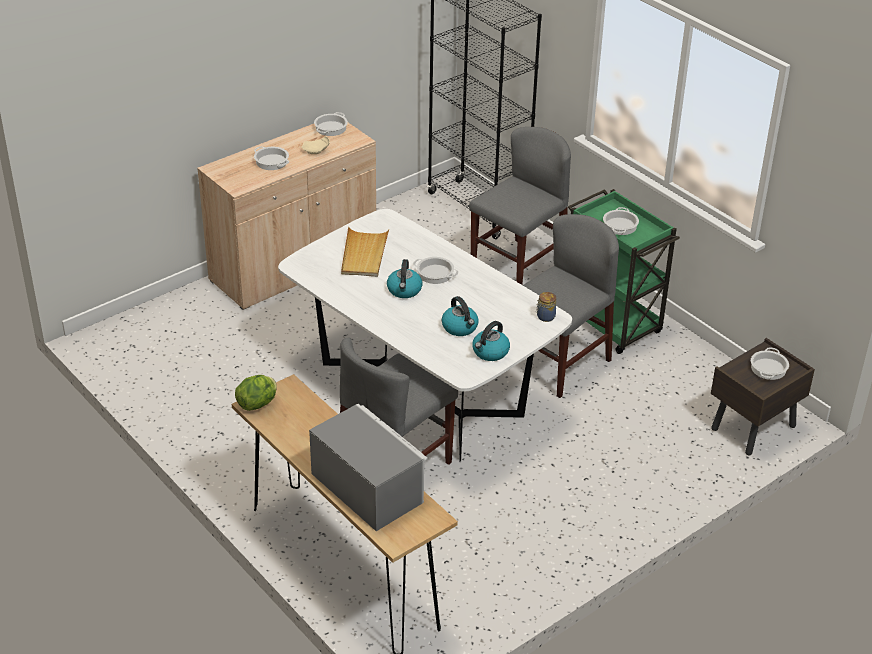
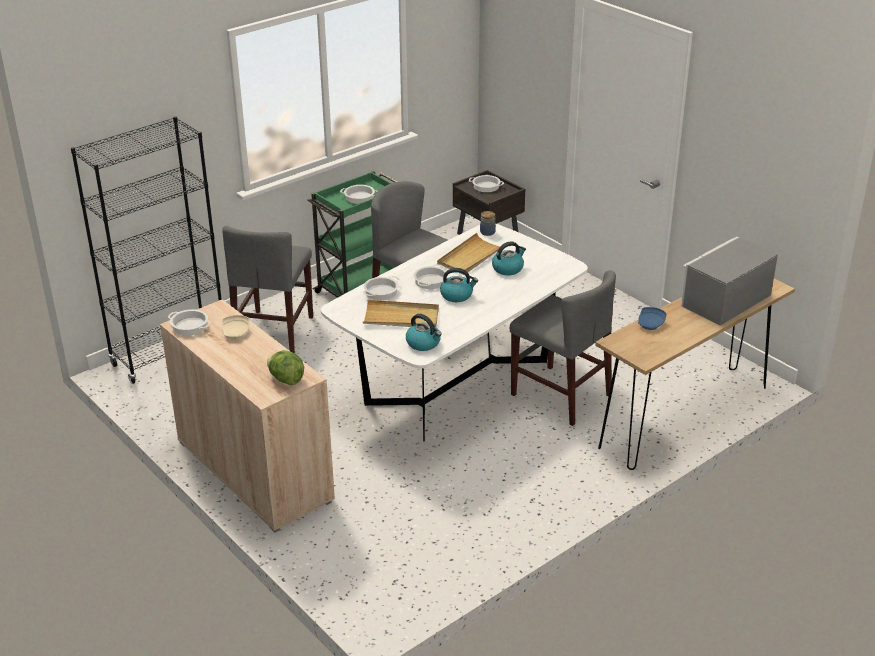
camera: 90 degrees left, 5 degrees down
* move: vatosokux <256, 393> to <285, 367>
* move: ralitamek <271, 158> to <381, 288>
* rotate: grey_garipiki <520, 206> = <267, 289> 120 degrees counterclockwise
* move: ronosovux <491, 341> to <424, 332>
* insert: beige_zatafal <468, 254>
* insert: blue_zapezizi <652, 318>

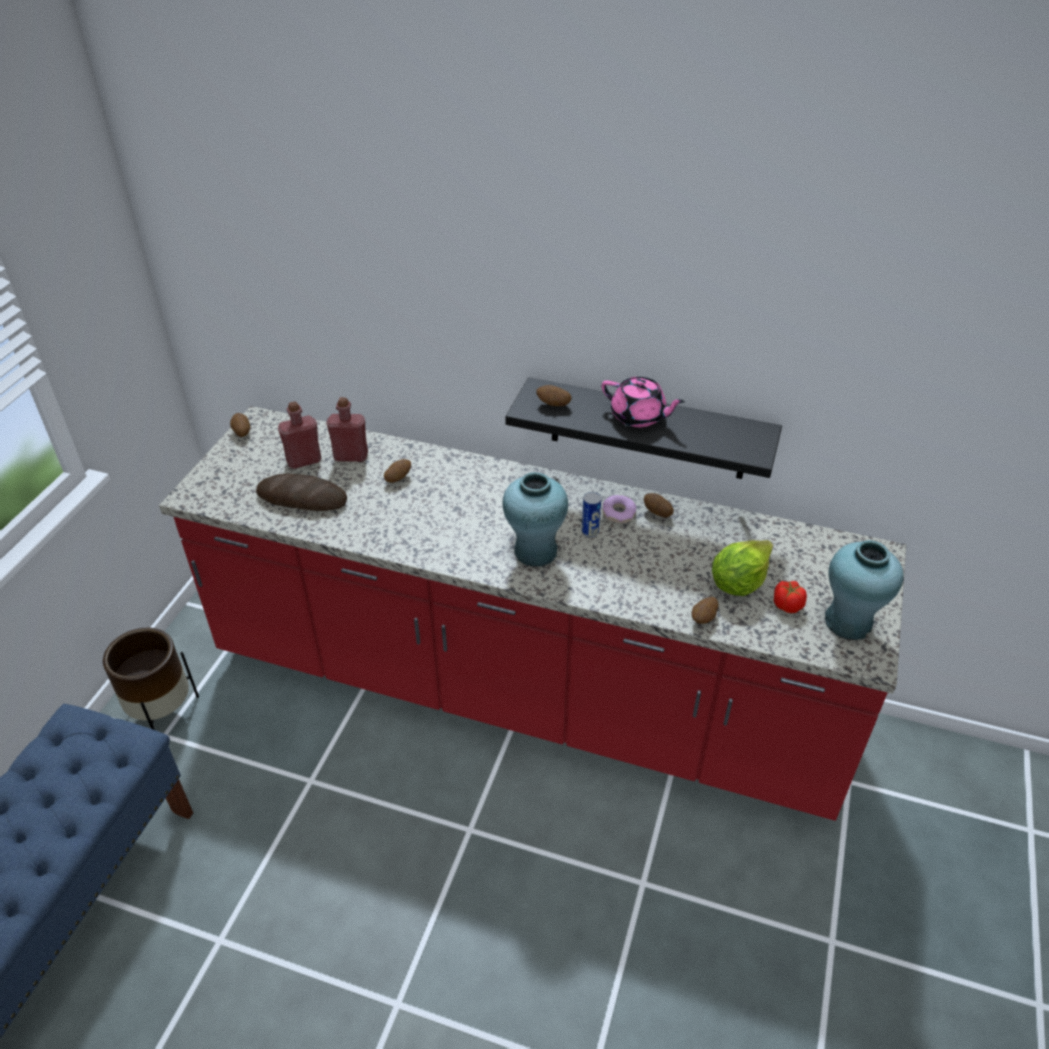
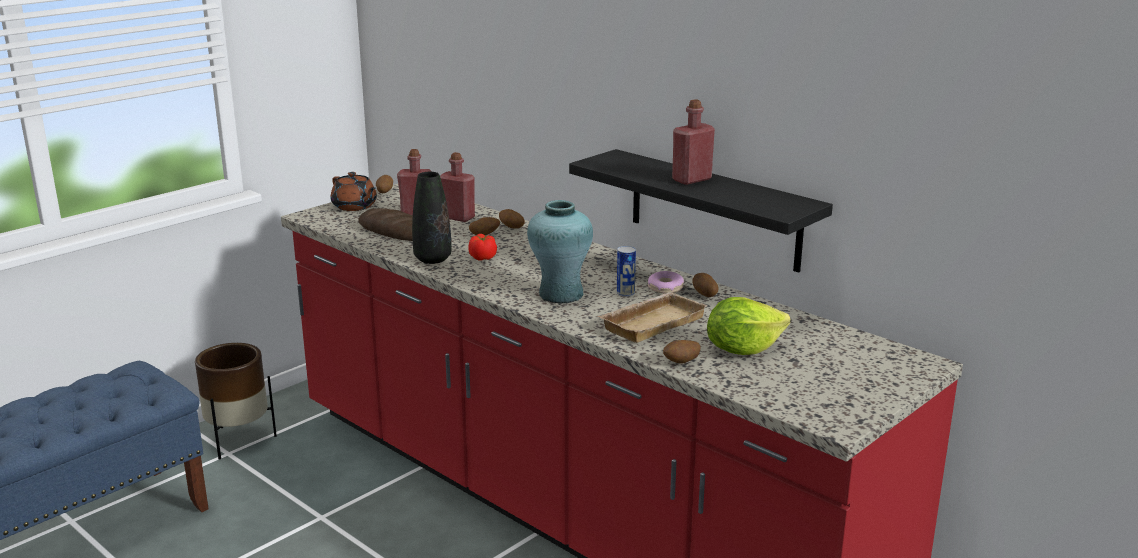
camera: 25 degrees right, 20 degrees down
* move: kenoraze <554, 395> to <512, 219>
* replace: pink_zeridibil <643, 402> to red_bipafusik <693, 142>
* move: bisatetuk <790, 597> to <482, 247>
* delete: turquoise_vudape <864, 590>
* insert: brown_zeridibil <354, 191>
* insert: black_vudape <432, 218>
* insert: beige_zatafal <652, 317>

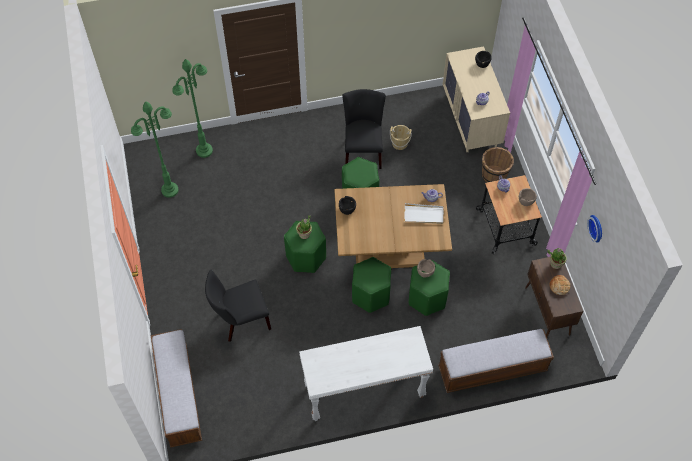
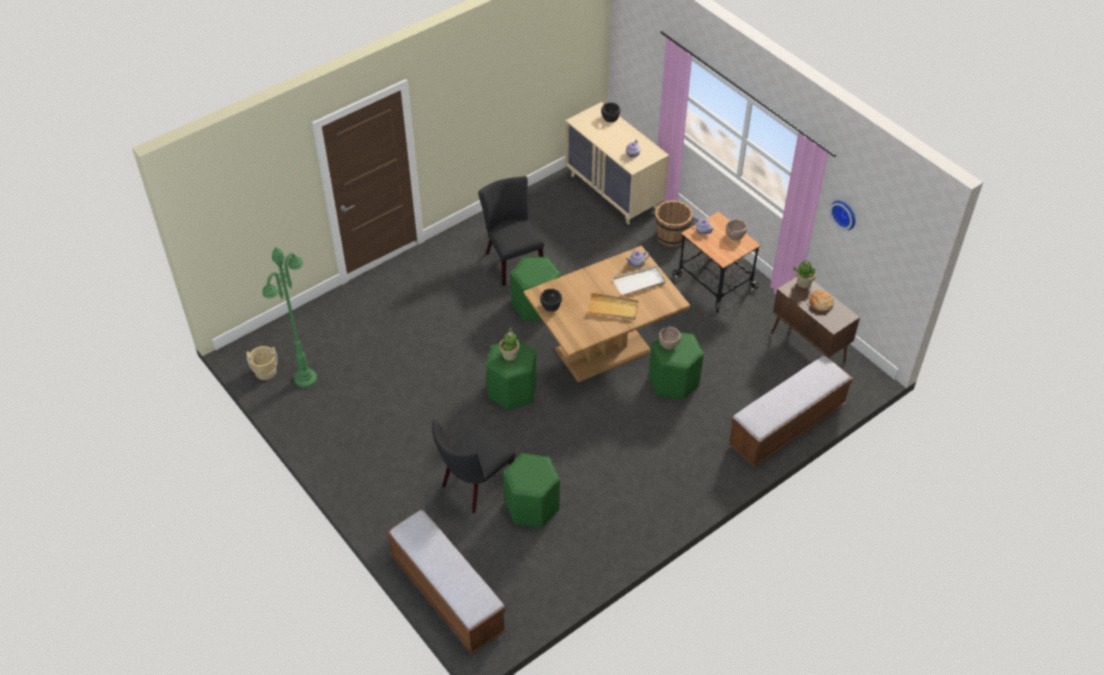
camera: 25 degrees left, 10 degrees down
* delete: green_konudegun <192, 108>
* delete: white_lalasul <366, 373>
* move: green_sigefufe <371, 285> to <531, 490>
* move: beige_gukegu <401, 137> to <262, 363>
* insert: beige_zatafal <613, 306>

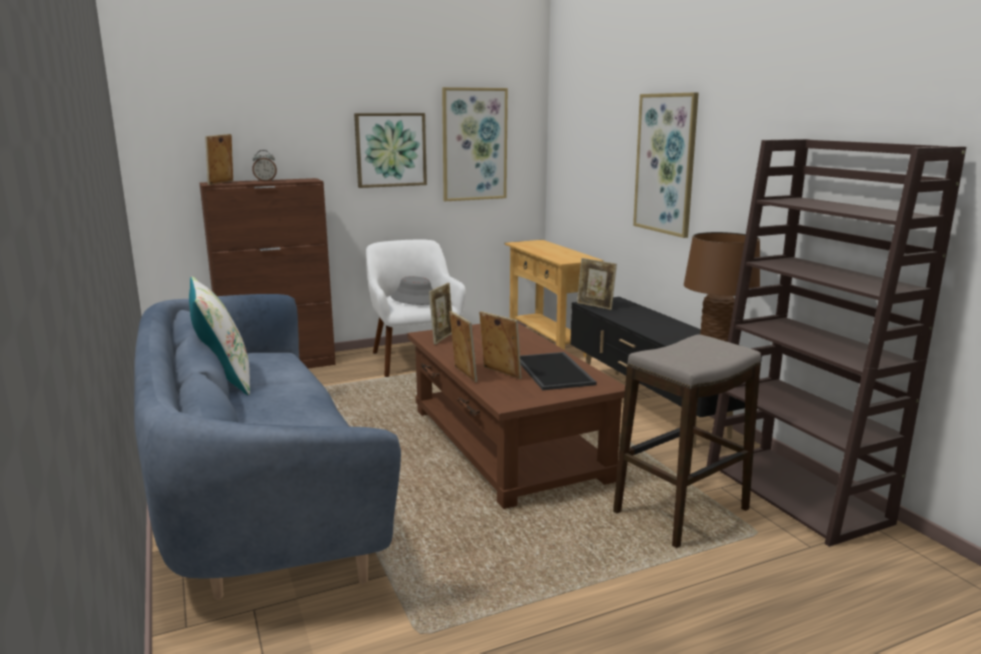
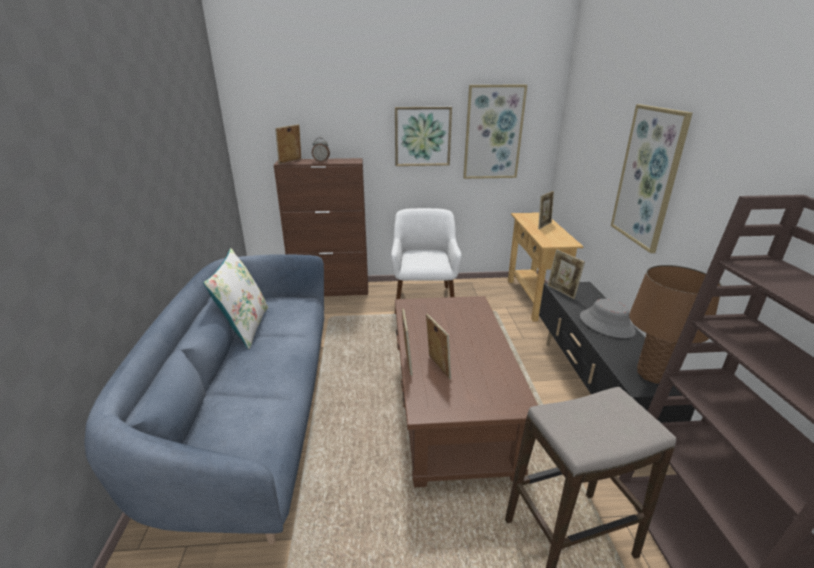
camera: 20 degrees right, 10 degrees up
* move: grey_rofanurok <412, 290> to <608, 318>
* move: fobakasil <440, 314> to <546, 210>
* delete: zatafal <558, 371>

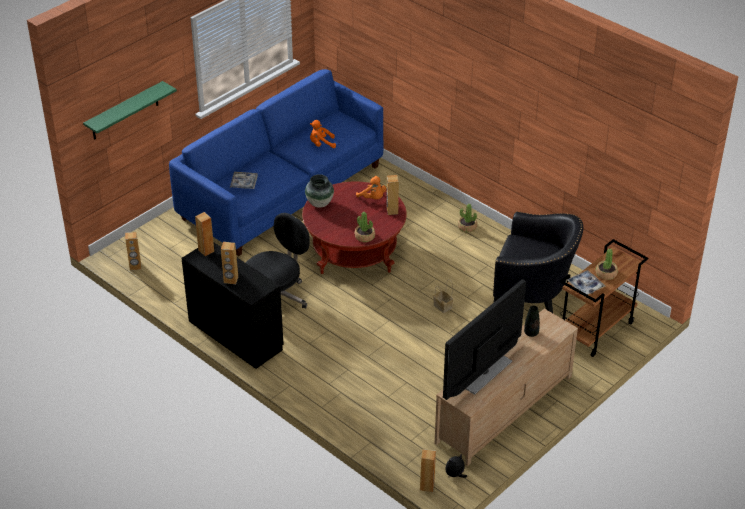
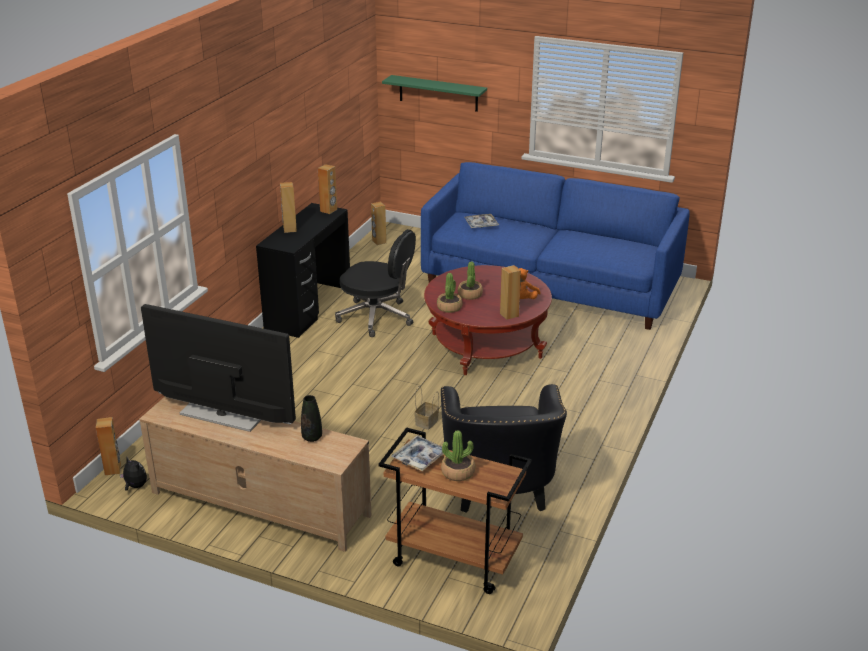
camera: 70 degrees right, 10 degrees down
* delete: vudape <319, 191>
* delete: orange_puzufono <323, 134>
* move: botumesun <467, 218> to <470, 280>

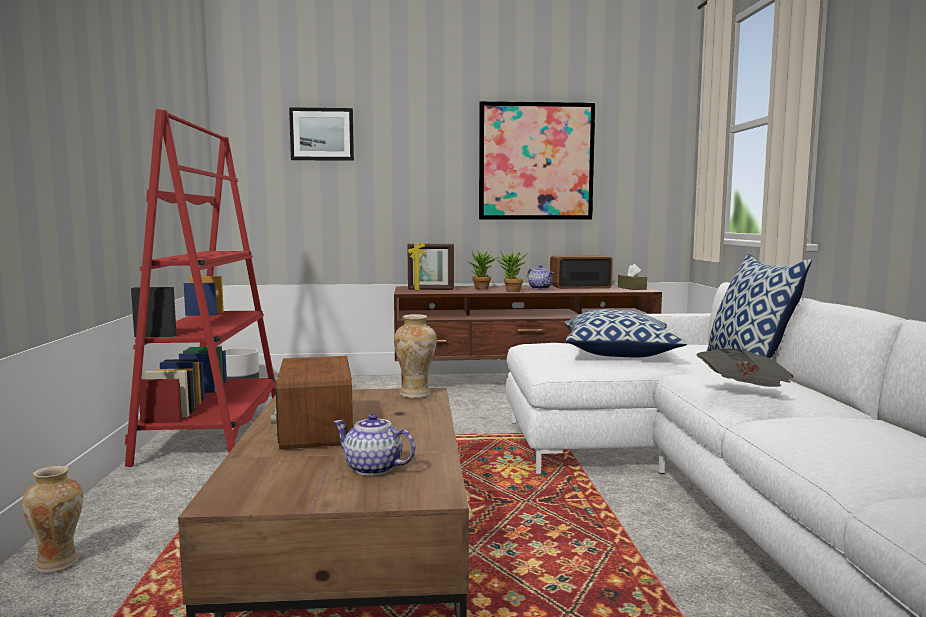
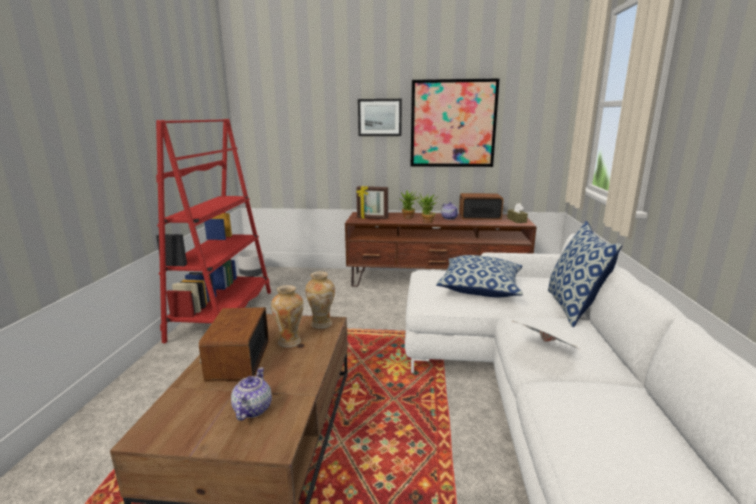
camera: 10 degrees right, 10 degrees up
* move: vudape <52, 519> to <287, 316>
* move: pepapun <321, 134> to <380, 117>
* rotate: zeridibil <374, 444> = <251, 394> 60 degrees clockwise

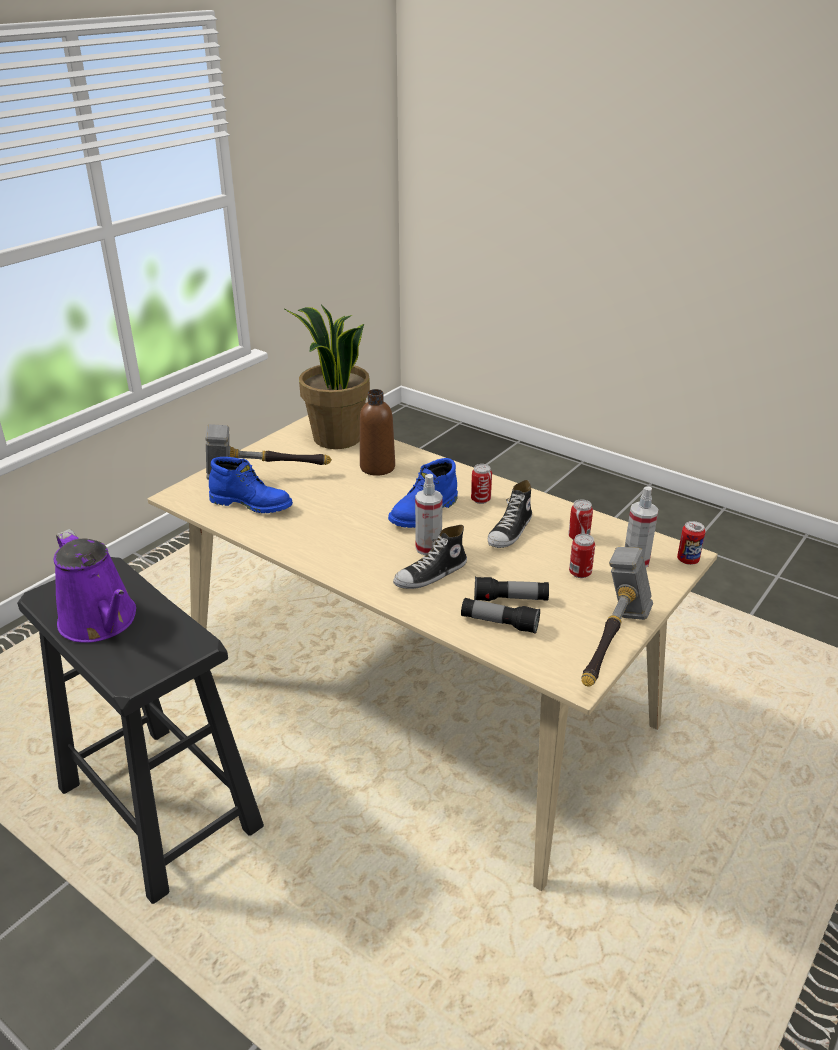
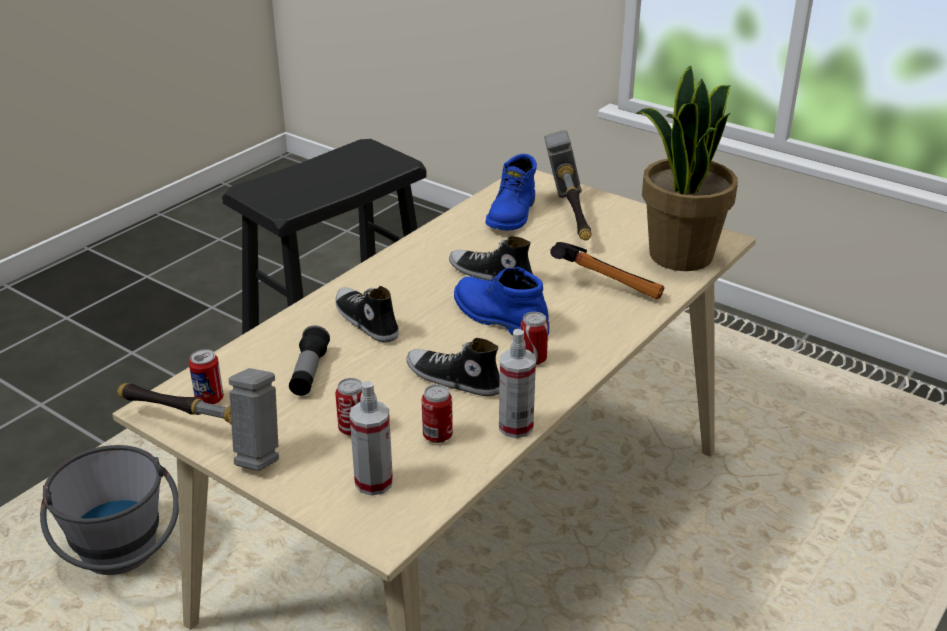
camera: 90 degrees right, 0 degrees up
* delete: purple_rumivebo <95, 586>
* replace: brown_bipafusik <377, 432> to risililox <607, 270>
* move: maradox <429, 515> to <517, 383>
* delete: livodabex <500, 616>
* move: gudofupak <691, 543> to <206, 376>
* insert: grey_gukegu <109, 510>
* insert: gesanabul <491, 258>

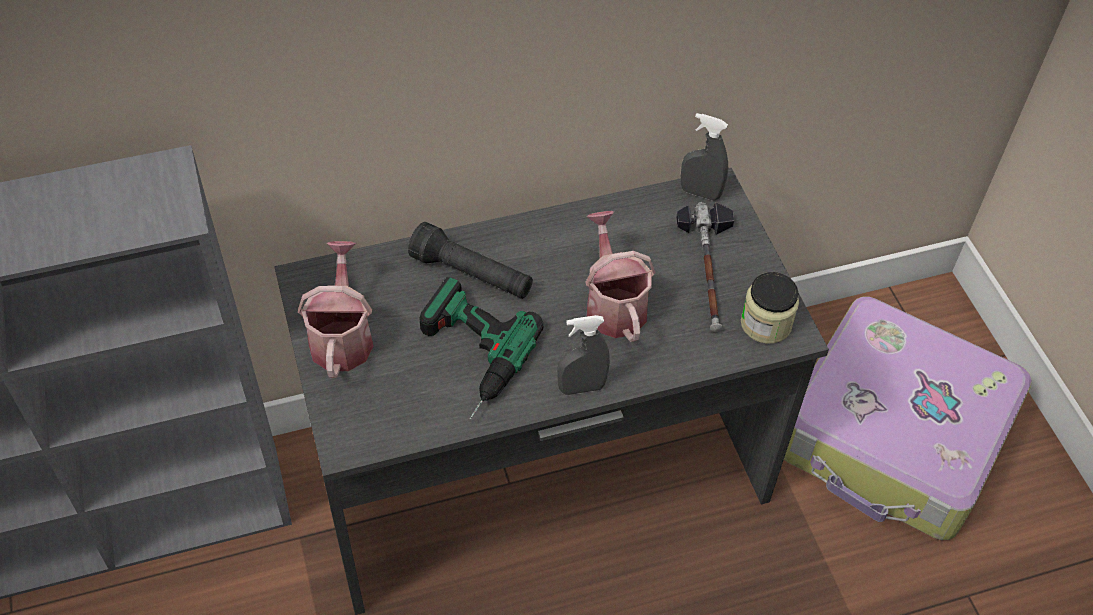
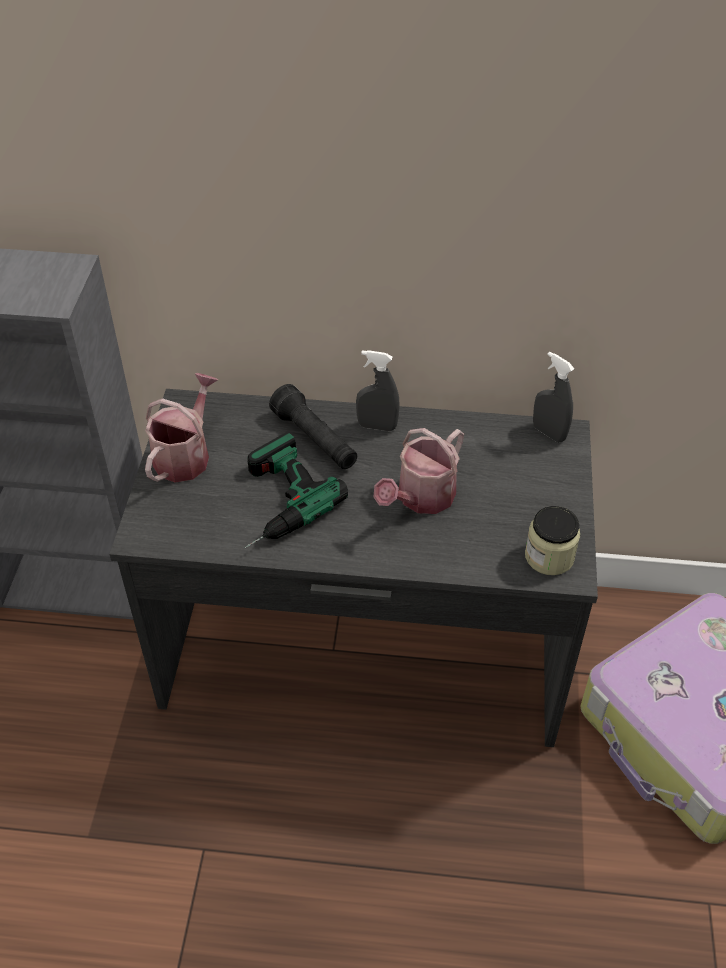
camera: 25 degrees right, 5 degrees down
* move: grey_maradox <583, 355> to <378, 390>
* rotate: rumivebo <620, 276> = <419, 471> 150 degrees counterclockwise
* delete: risililox <705, 267>

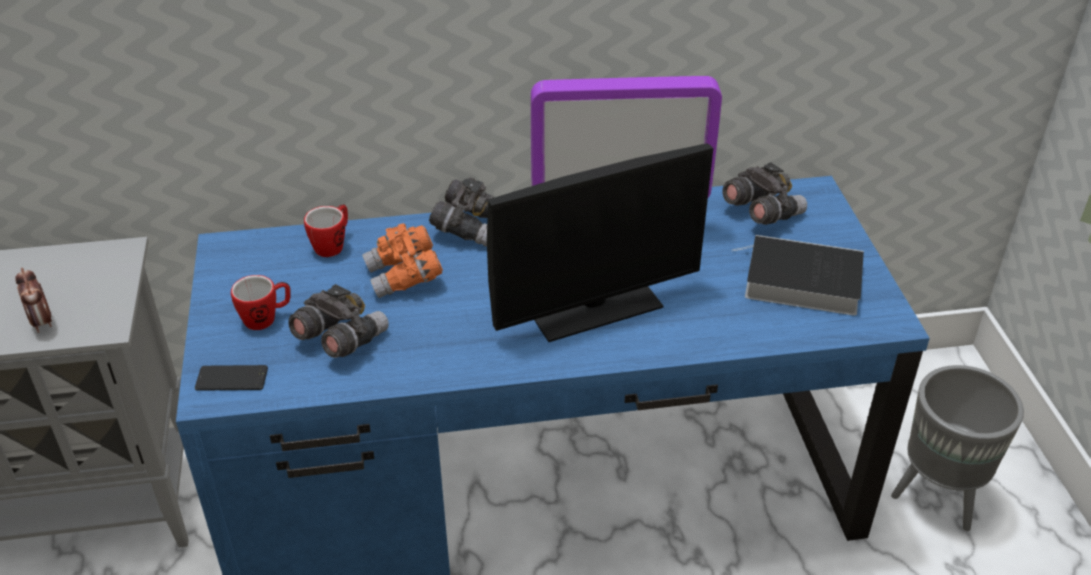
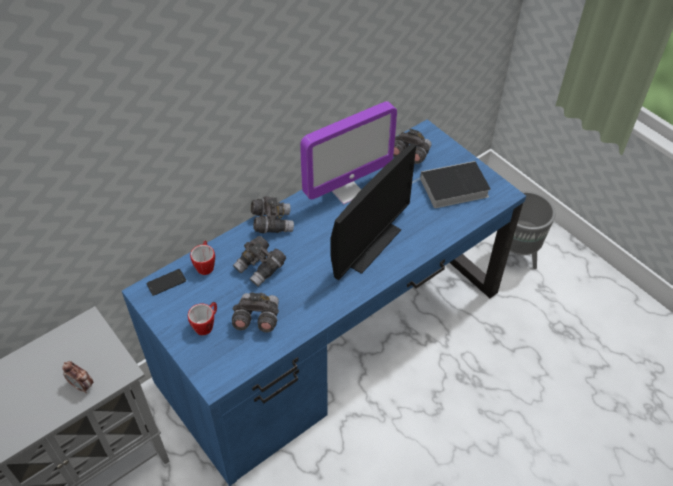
camera: 30 degrees left, 10 degrees up
* move: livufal <231, 378> to <166, 282>
* recolor: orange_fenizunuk <402, 261> to grey_fenizunuk <259, 261>

